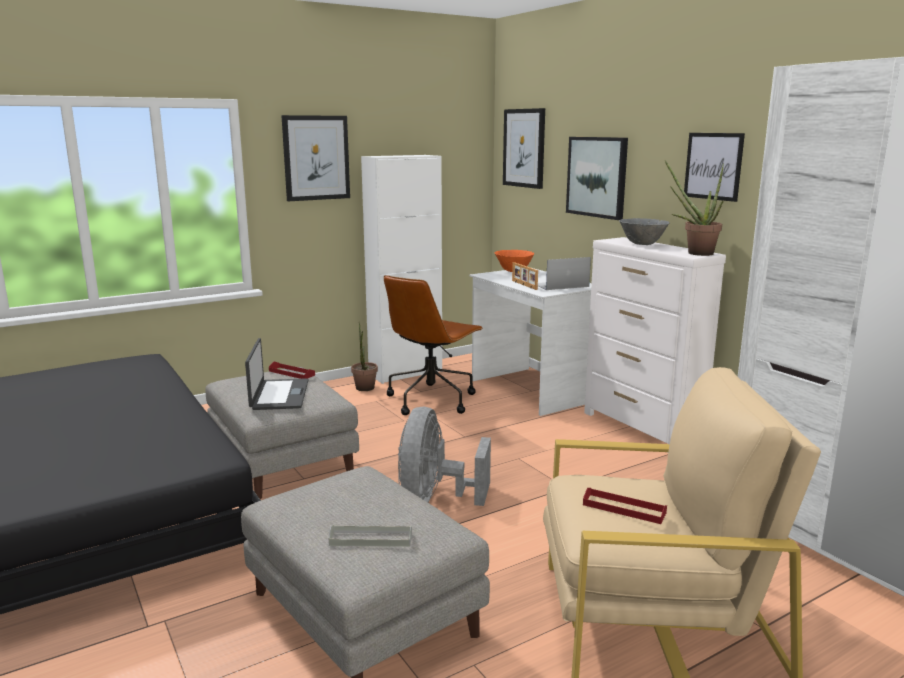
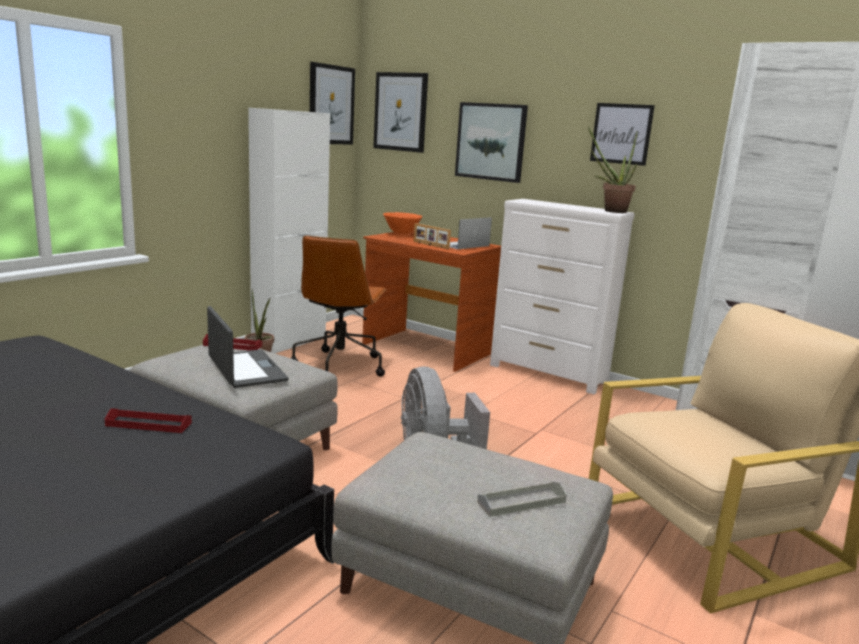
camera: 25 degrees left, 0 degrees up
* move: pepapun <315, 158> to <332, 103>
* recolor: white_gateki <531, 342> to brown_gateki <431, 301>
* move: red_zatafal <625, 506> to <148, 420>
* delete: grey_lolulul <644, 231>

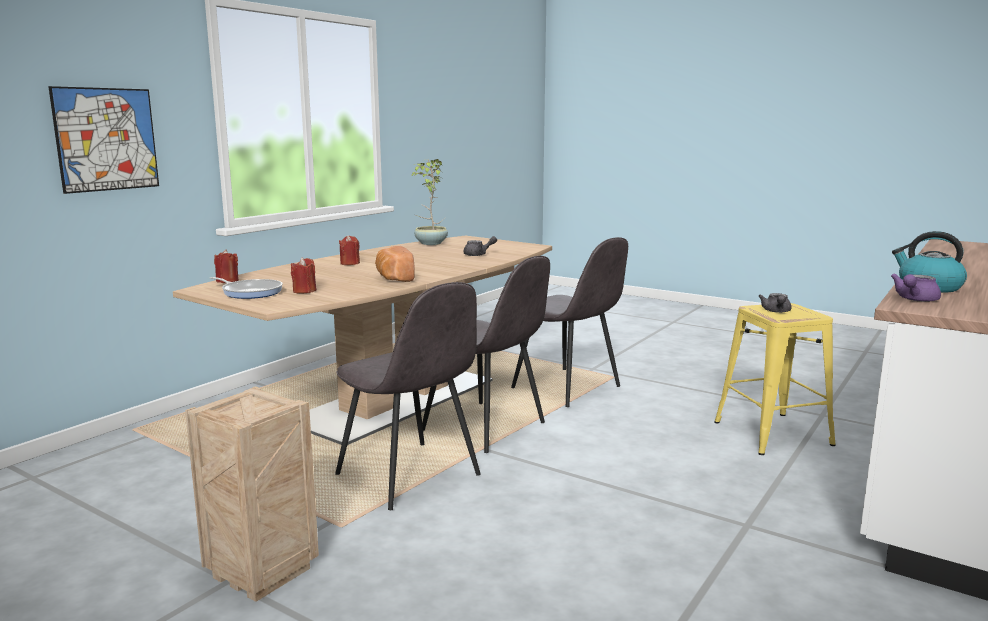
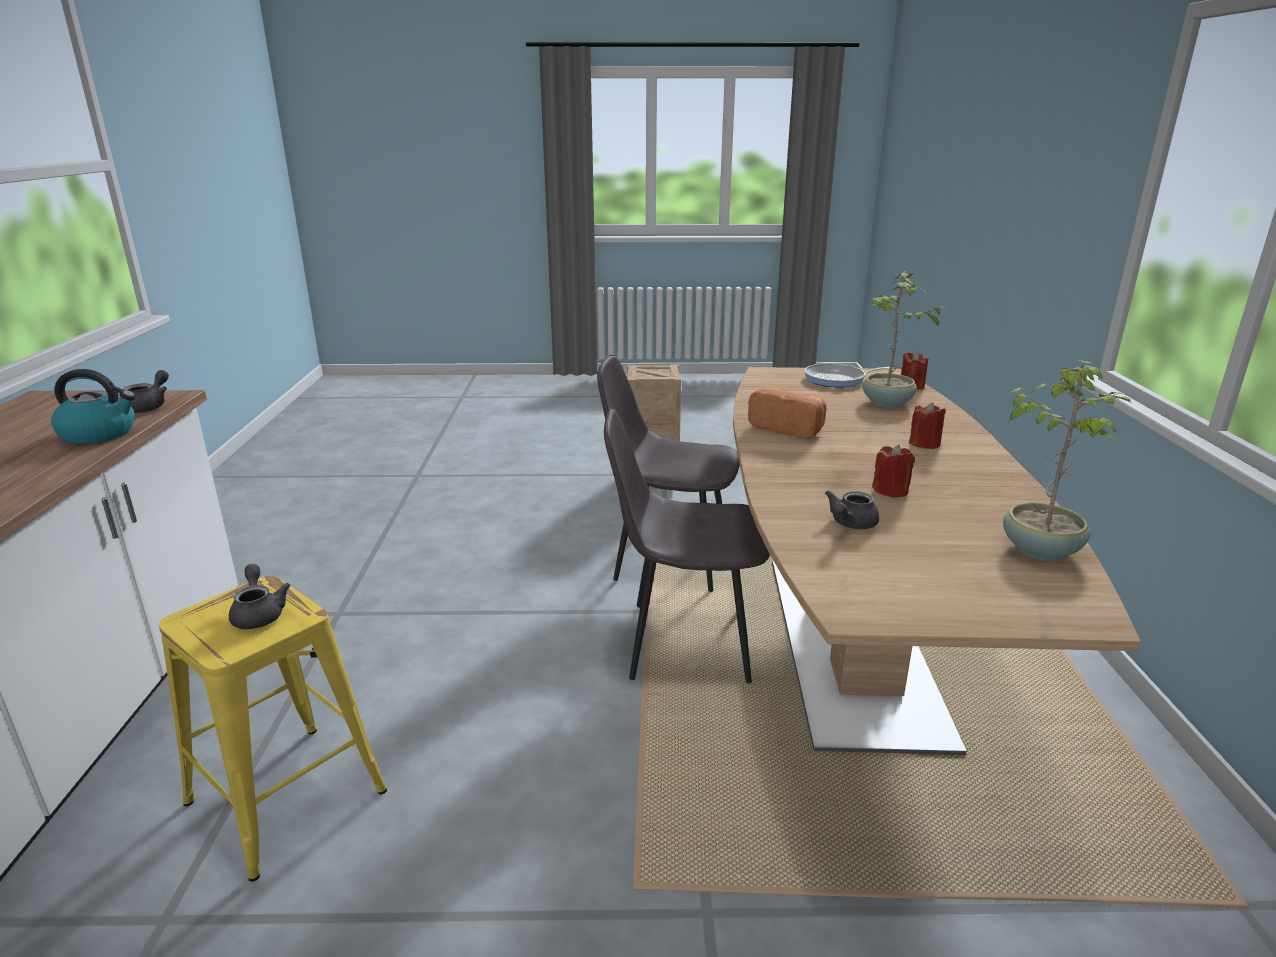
camera: 145 degrees right, 10 degrees up
* delete: pepapun <103, 140>
* move: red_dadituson <304, 275> to <893, 471>
* delete: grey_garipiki <569, 322>
* recolor: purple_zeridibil <916, 287> to grey_zeridibil <146, 391>
* insert: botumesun <905, 339>

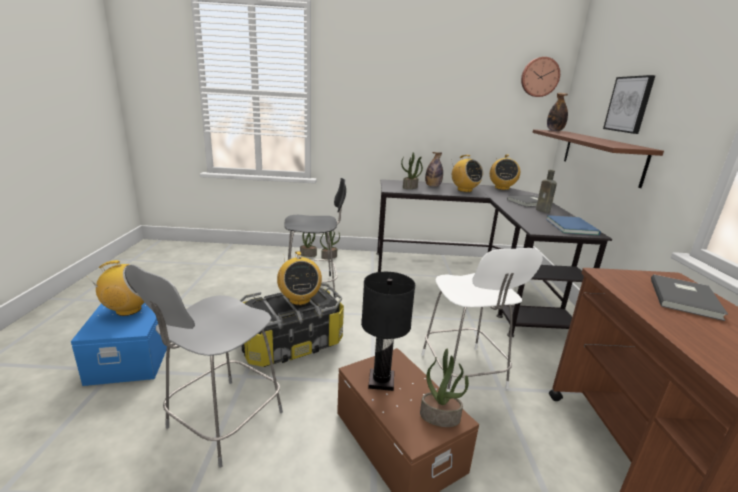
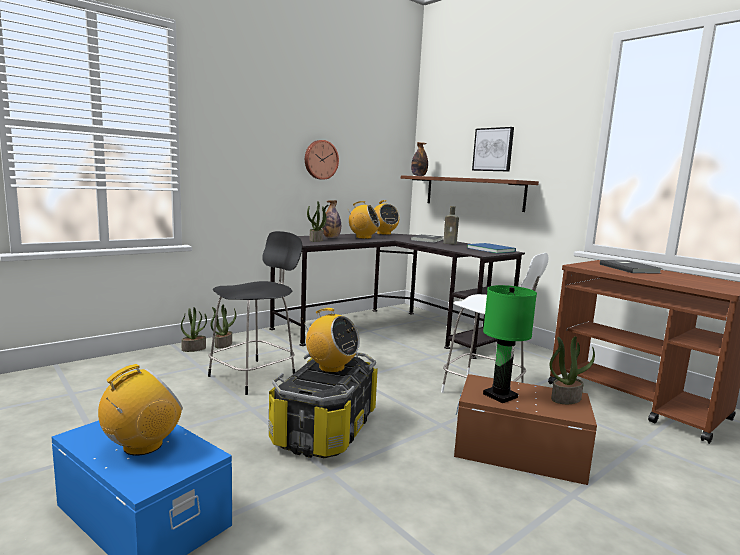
camera: 40 degrees left, 10 degrees down
* delete: grey_garipiki <204, 366>
* recolor: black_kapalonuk <388, 331> to green_kapalonuk <510, 344>
* move: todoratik <540, 77> to <322, 160>

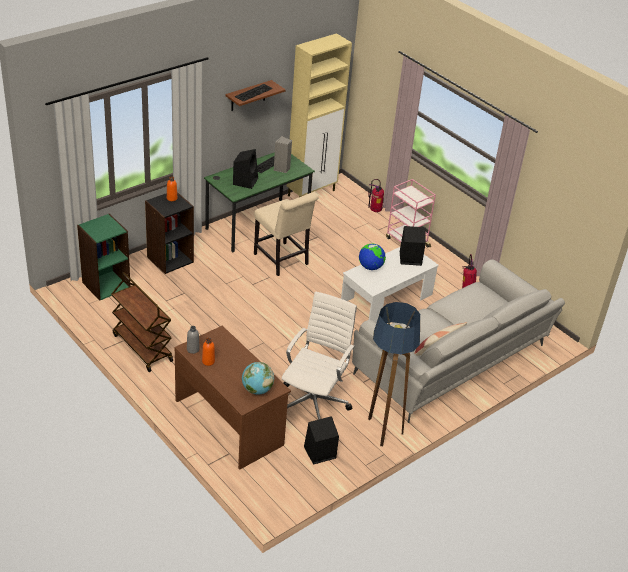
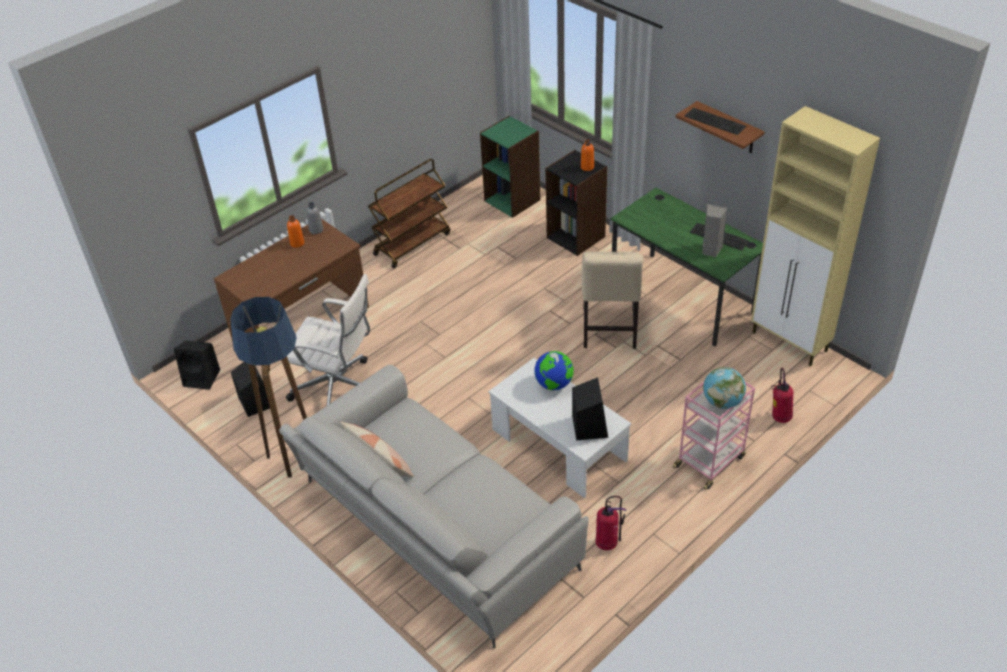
camera: 90 degrees right, 5 degrees up
* move: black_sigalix <245, 169> to <197, 365>
* move: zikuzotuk <258, 378> to <724, 388>
* rotate: beige_garipiki <286, 234> = <612, 300> 45 degrees counterclockwise

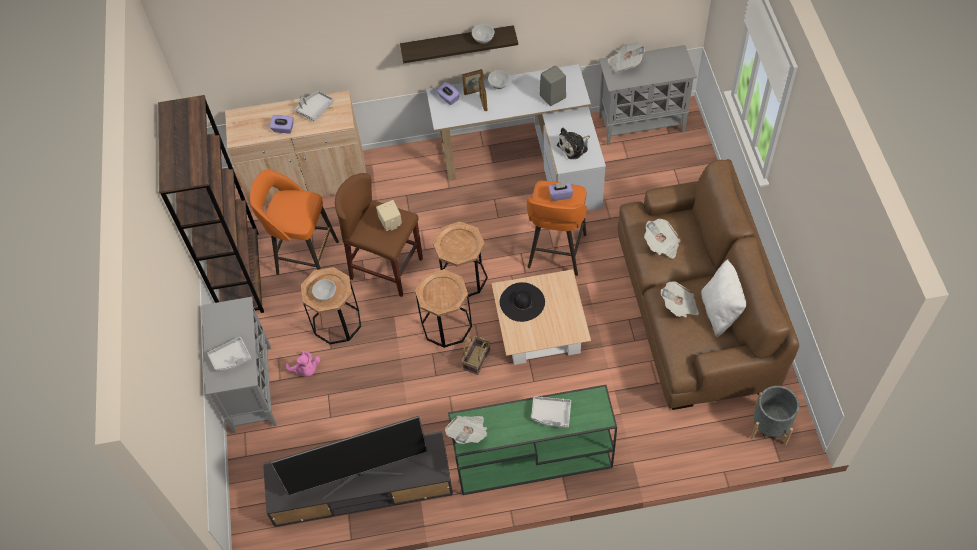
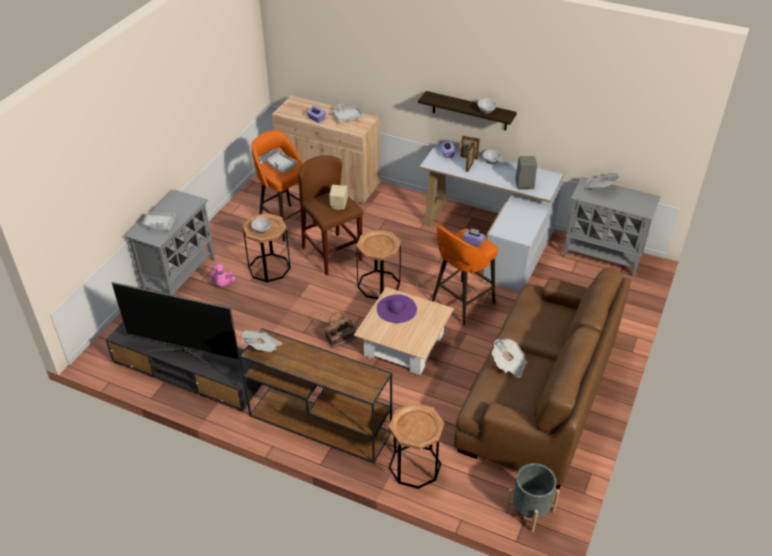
camera: 30 degrees right, 15 degrees down
* delete: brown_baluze <211, 204>
* move: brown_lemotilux <443, 308> to <416, 446>
* recolor: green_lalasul <532, 440> to brown_lalasul <315, 395>
* recolor: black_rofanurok <522, 302> to purple_rofanurok <397, 308>
* move: grey_zatafal <551, 412> to <282, 162>
* delete: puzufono <573, 143>
* delete: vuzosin <662, 239>
* delete: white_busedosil <723, 298>

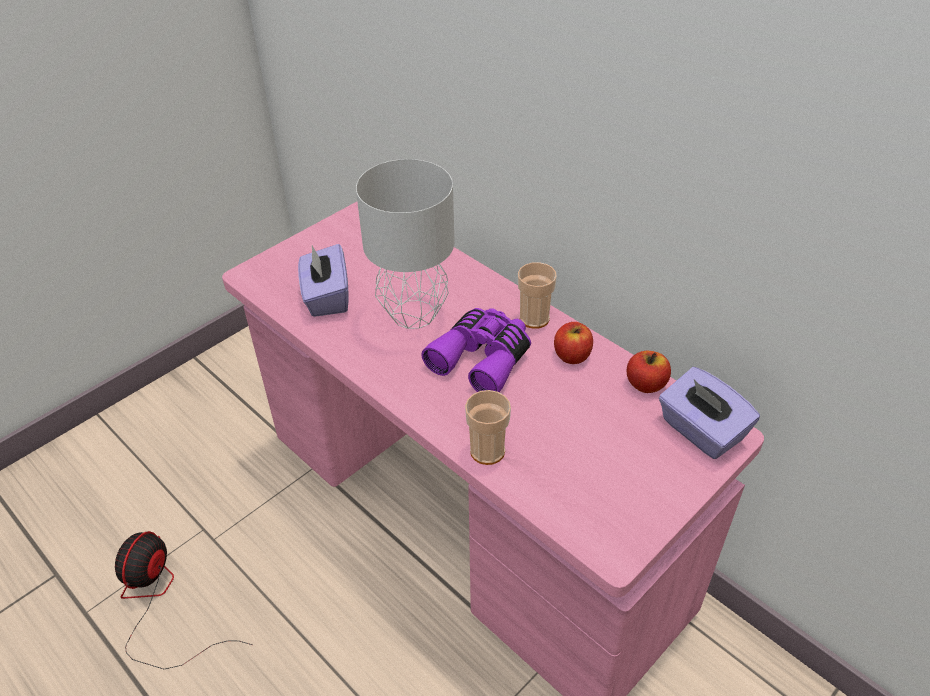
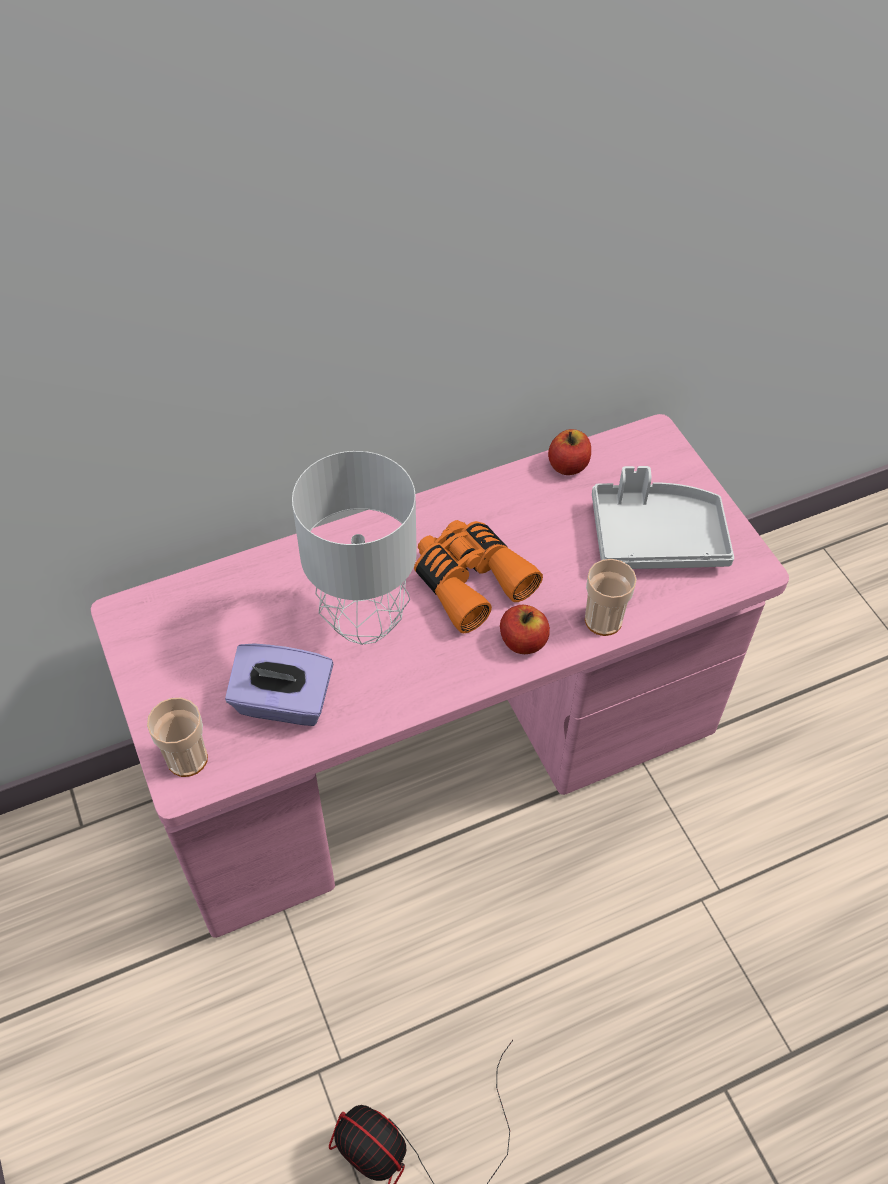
camera: 70 degrees left, 10 degrees up
* recolor: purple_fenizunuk <476, 350> to orange_fenizunuk <478, 576>
* move: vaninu <537, 295> to <177, 737>
* move: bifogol <573, 343> to <525, 629>
* delete: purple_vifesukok <709, 413>
* insert: grey_zatafal <663, 517>

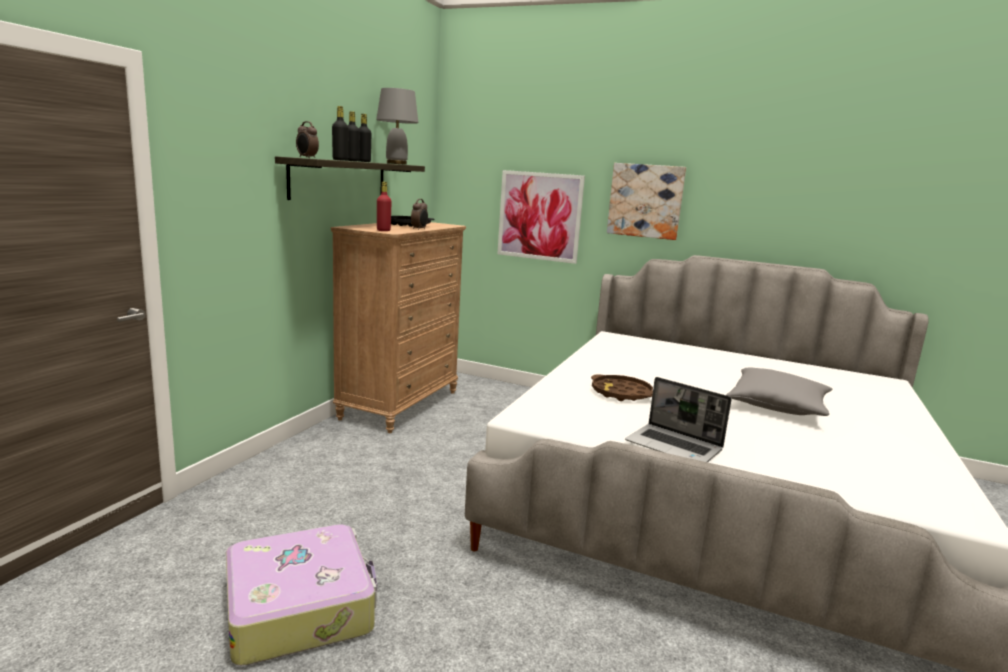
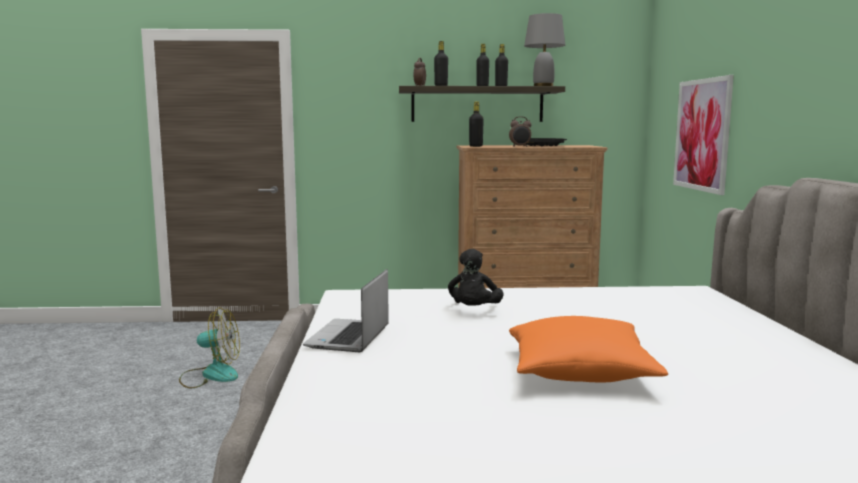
camera: 65 degrees right, 5 degrees down
* replace: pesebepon <301, 595> to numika <209, 348>
* recolor: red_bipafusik <384, 206> to black_bipafusik <476, 124>
* replace: brown_zatafal <622, 387> to black_puzufono <476, 277>
* delete: pepapun <646, 201>
* recolor: grey_busedosil <779, 392> to orange_busedosil <588, 349>

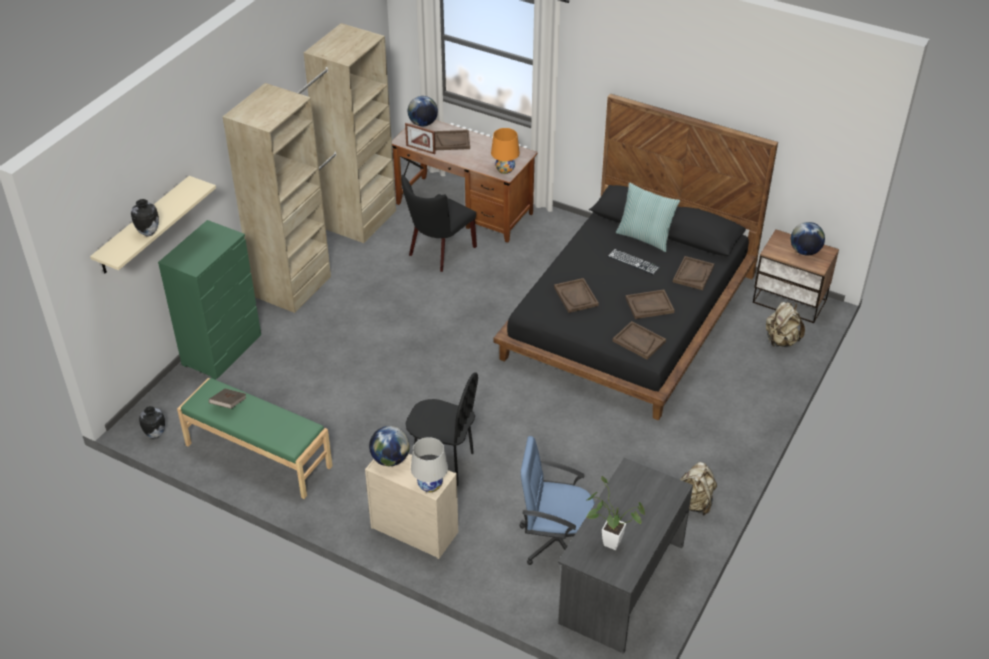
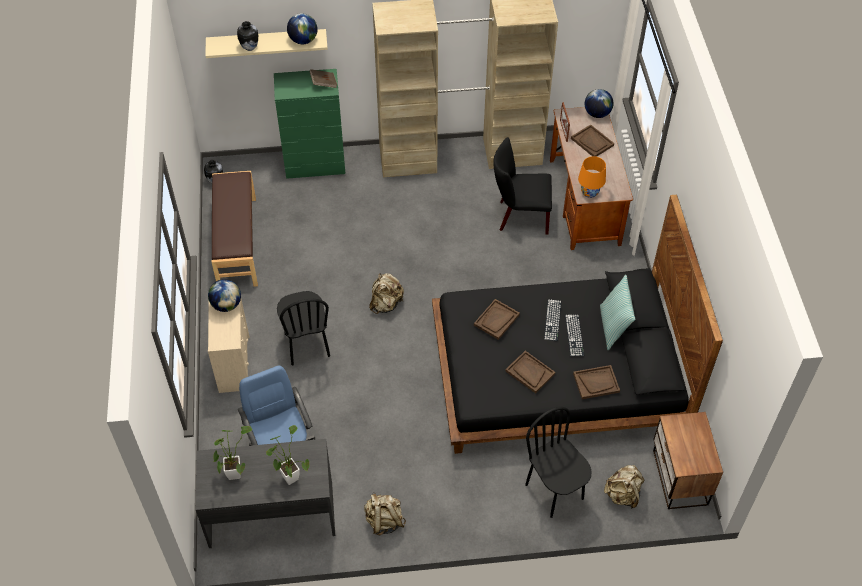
camera: 55 degrees right, 10 degrees up
* recolor: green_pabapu <255, 438> to brown_pabapu <235, 229>
* move: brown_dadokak <227, 398> to <323, 78>
* delete: white_kapalonuk <429, 464>
* delete: brown_zatafal <639, 340>
* move: zikuzotuk <808, 239> to <302, 28>
* insert: botumesun <287, 455>
* insert: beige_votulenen <386, 293>
* insert: black_garipiki <558, 462>
* insert: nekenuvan <553, 320>

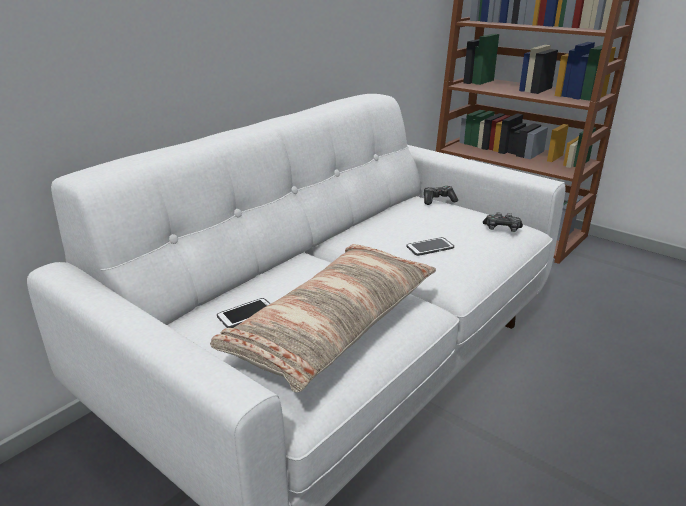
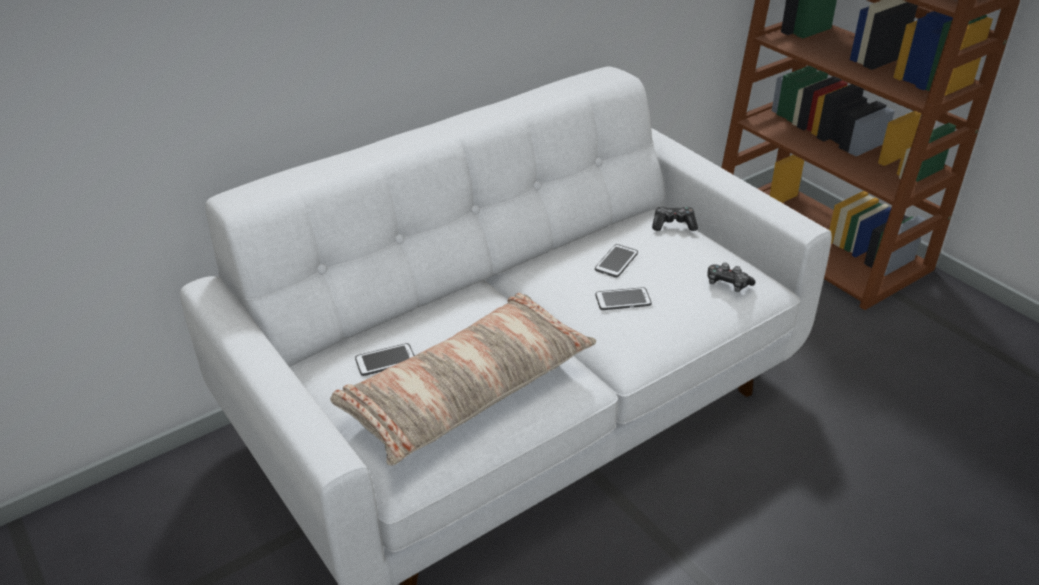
camera: 15 degrees right, 10 degrees up
* insert: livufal <616, 260>

